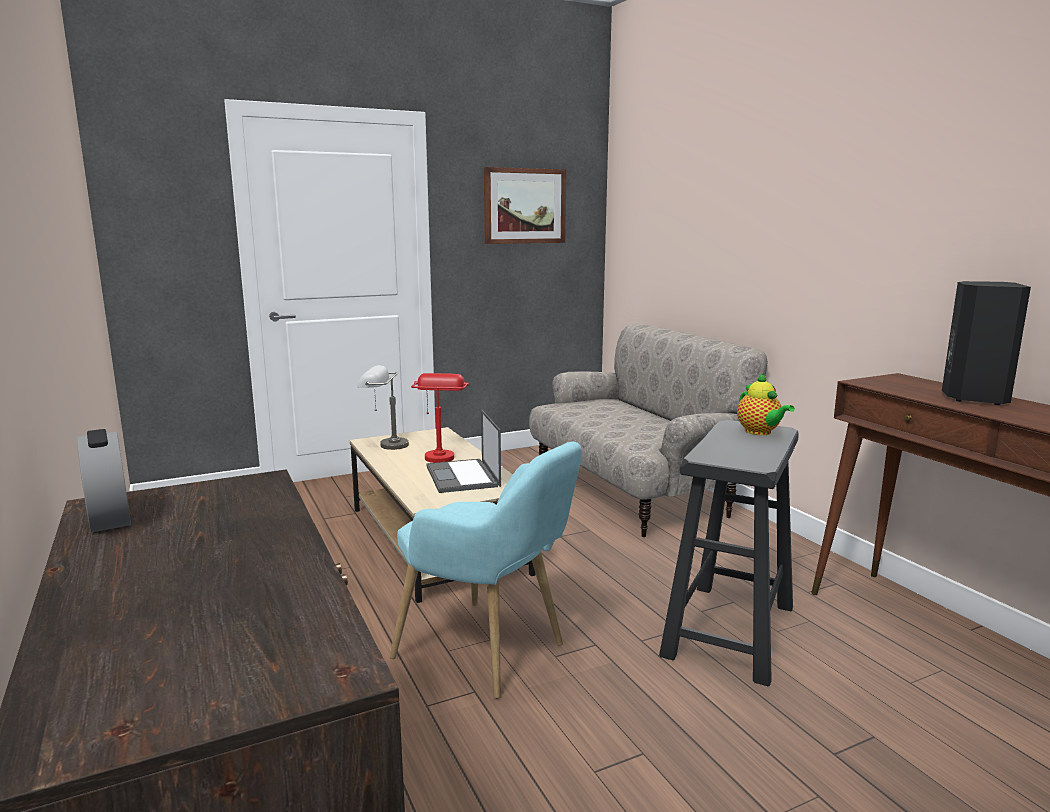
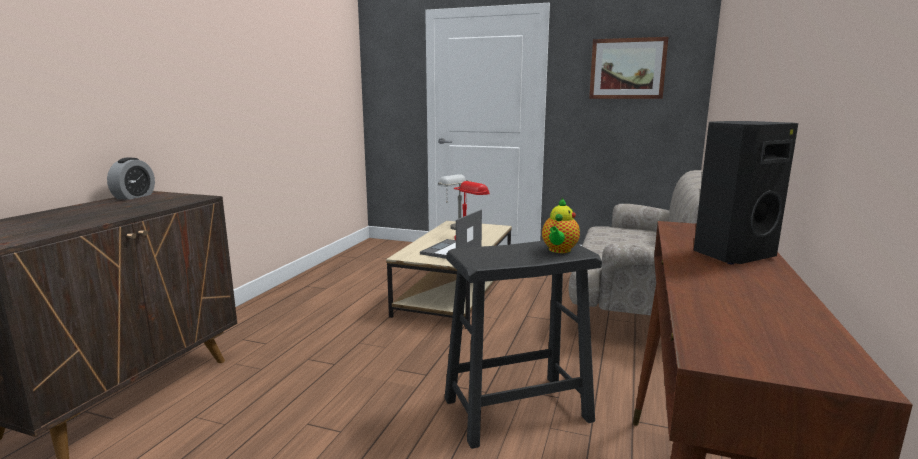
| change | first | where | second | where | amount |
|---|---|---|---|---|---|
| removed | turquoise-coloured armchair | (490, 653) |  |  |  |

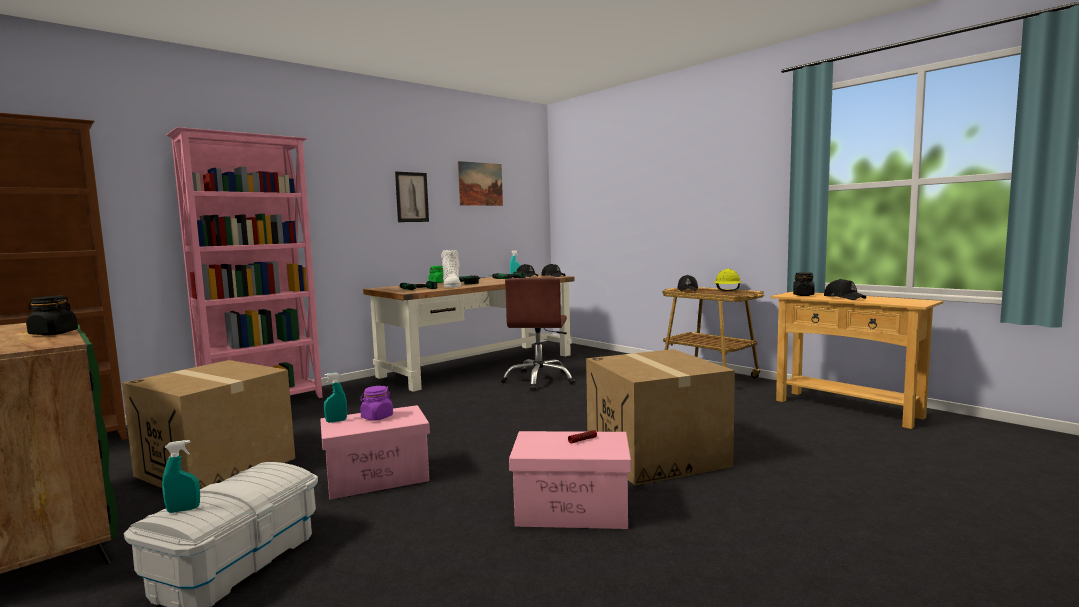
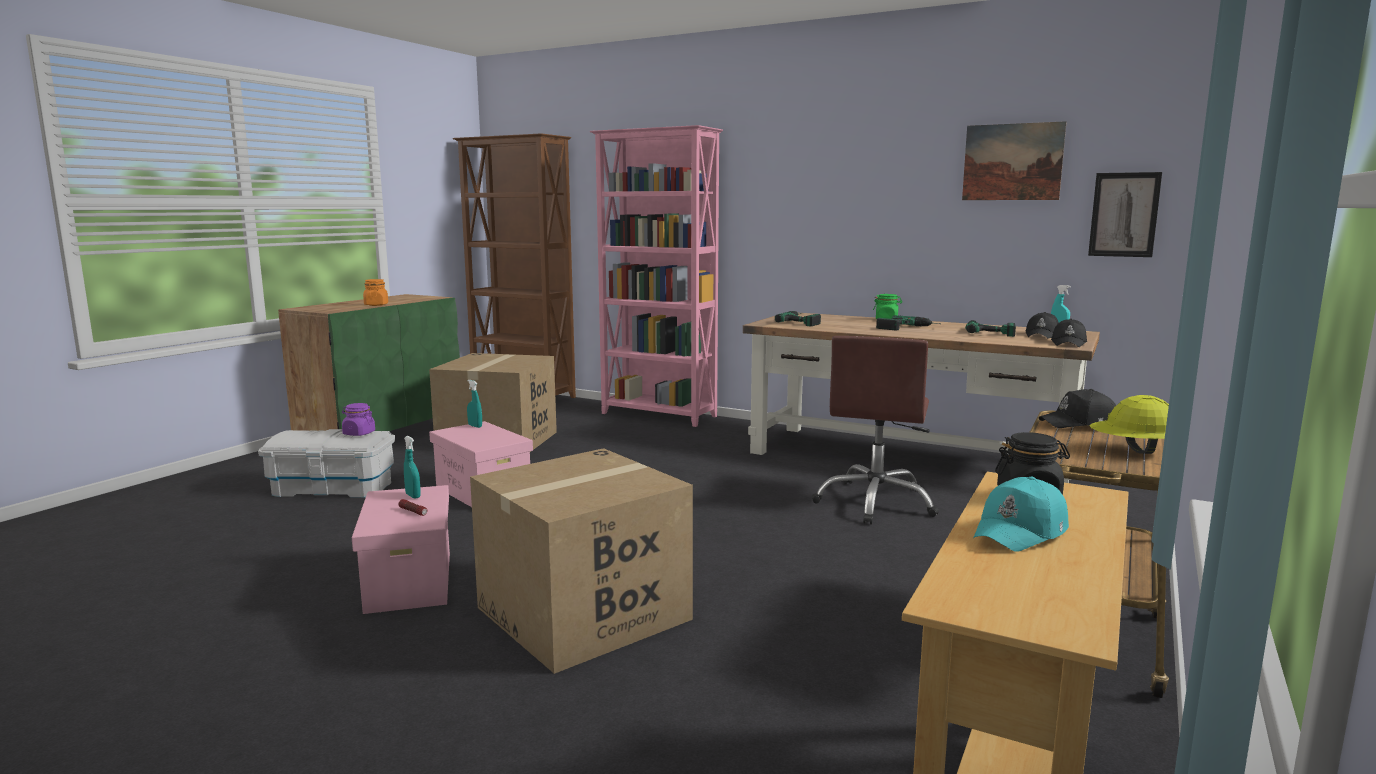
| change | first | where | second | where | amount |
|---|---|---|---|---|---|
| recoloured | blackish storage jar | (53, 333) | orange-coloured storage jar | (376, 305) |  |
| moved | turquoise-coloured spray bottle | (183, 510) |  | (413, 496) |  |
| moved | purplish storage jar | (377, 417) |  | (359, 433) |  |
| moved | wall art | (412, 197) |  | (1124, 214) |  |
| removed | white high-top boot | (451, 286) |  |  |  |
| turned | brown office chair | (539, 380) |  | (876, 502) | 60 degrees counterclockwise |
| recoloured | blackish baseball cap | (844, 297) | turquoise-coloured baseball cap | (1021, 532) |  |

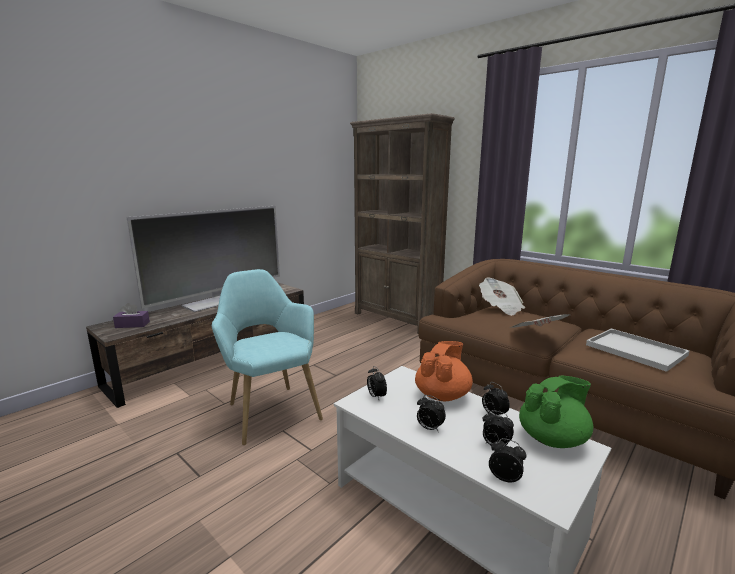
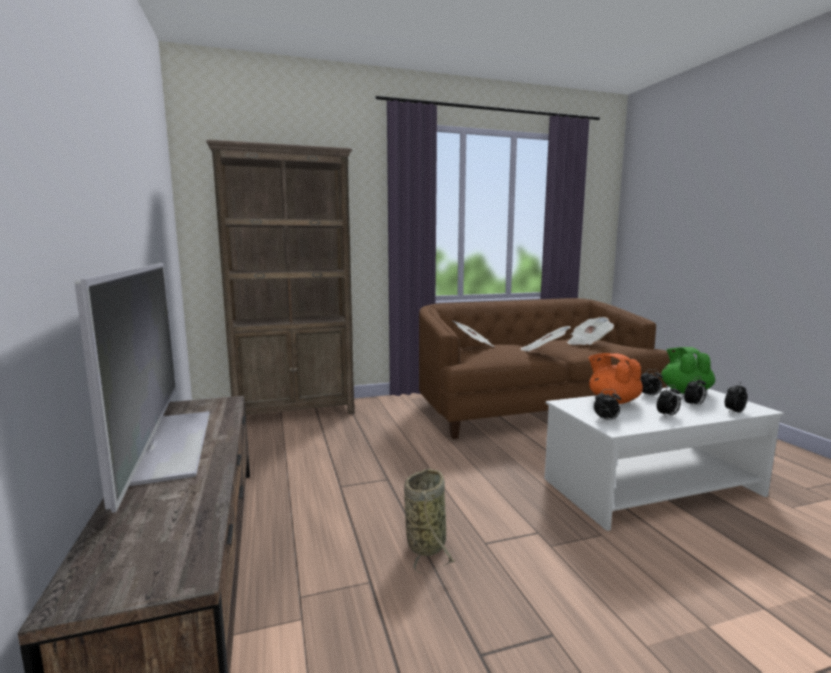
| change | first | where | second | where | amount |
|---|---|---|---|---|---|
| removed | purplish box of tissues | (132, 325) |  |  |  |
| replaced | turquoise-coloured armchair | (270, 409) | storage basket | (426, 543) |  |
| replaced | white tray | (633, 350) | newspaper | (588, 343) |  |

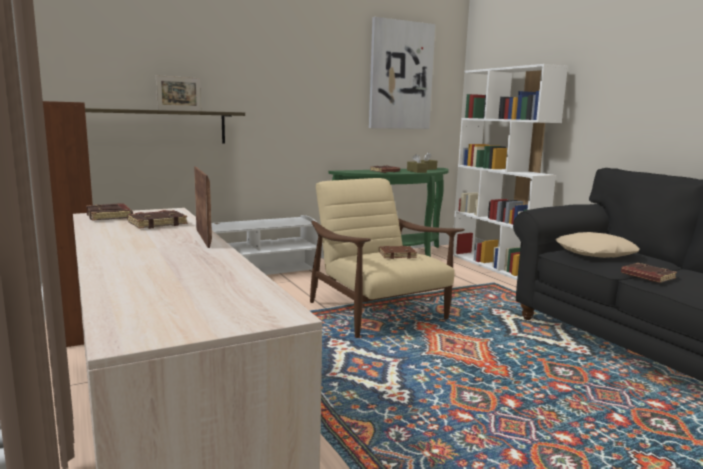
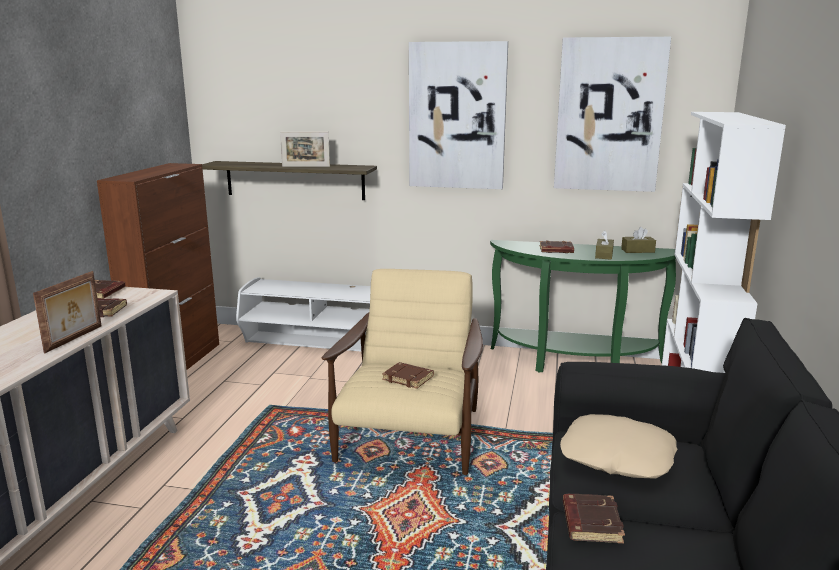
| change | first | where | second | where | amount |
|---|---|---|---|---|---|
| added |  |  | wall art | (457, 116) |  |

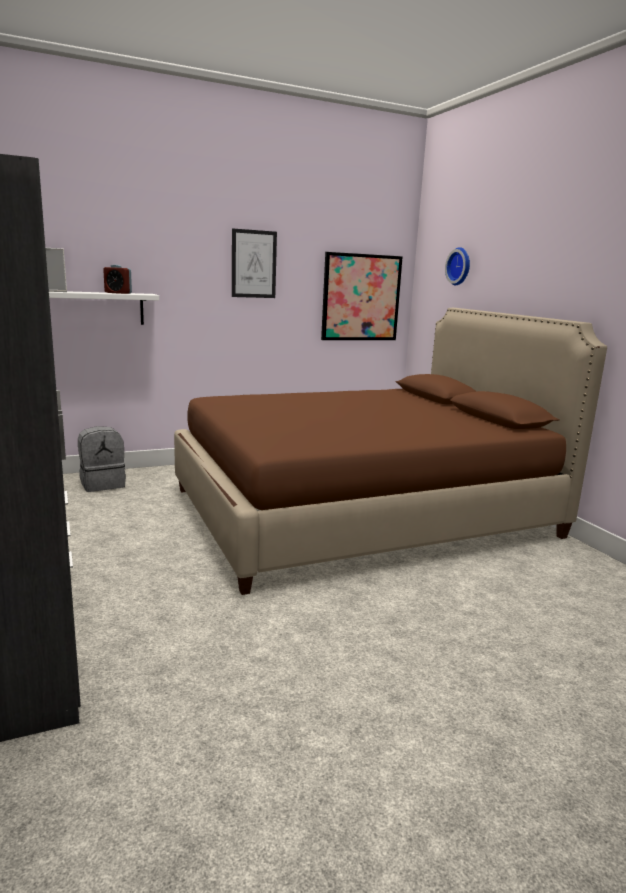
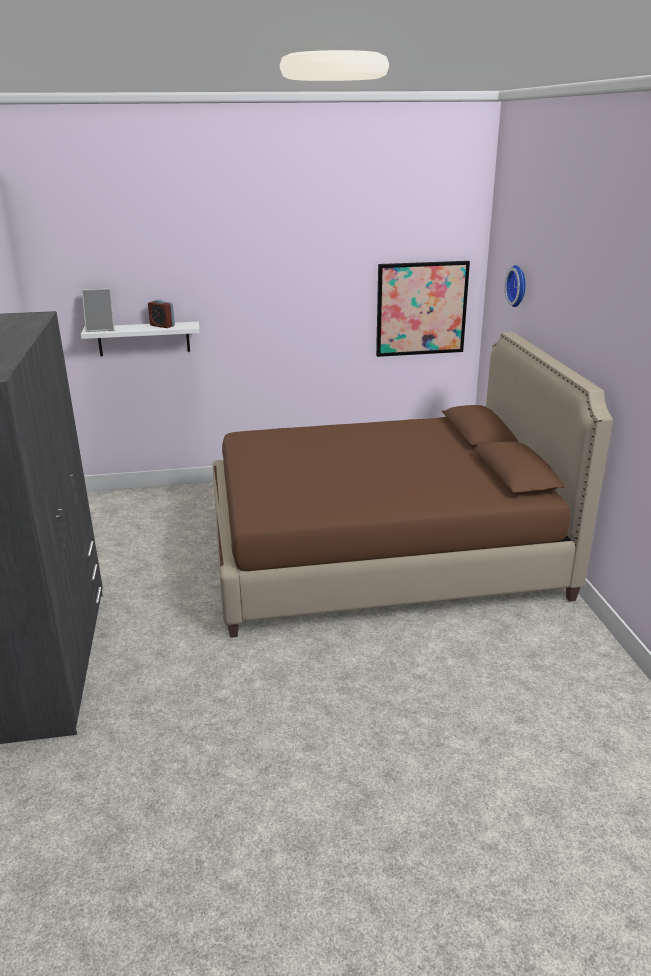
| change | first | where | second | where | amount |
|---|---|---|---|---|---|
| removed | gray knapsack | (103, 484) |  |  |  |
| removed | wall art | (254, 264) |  |  |  |

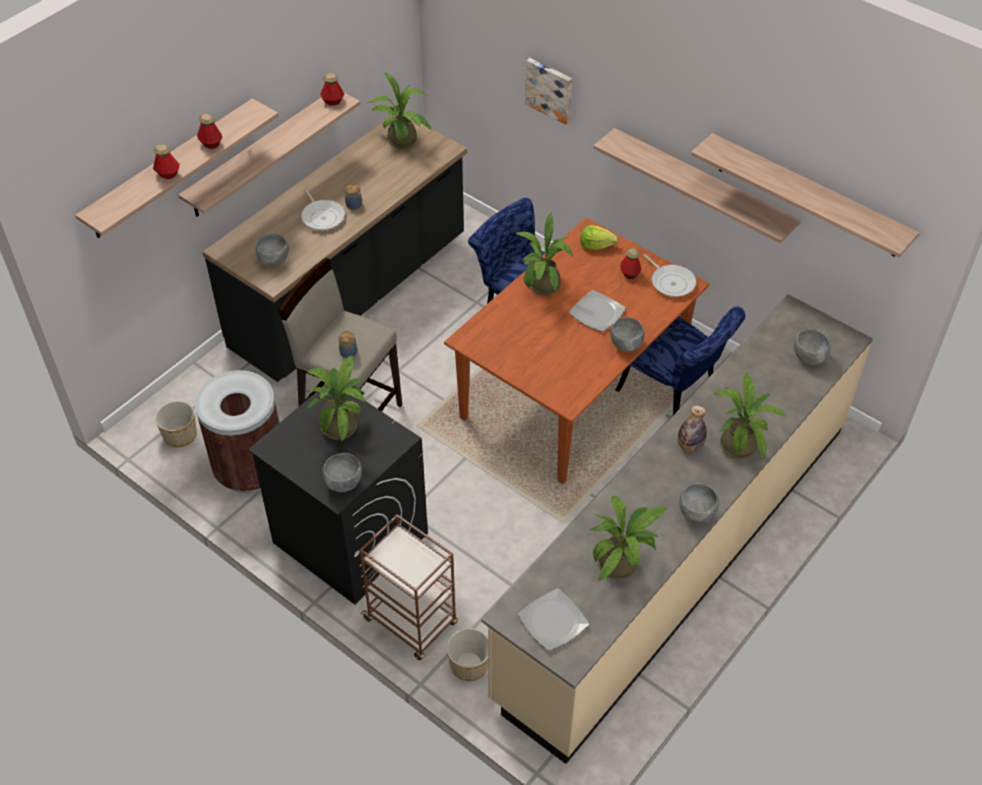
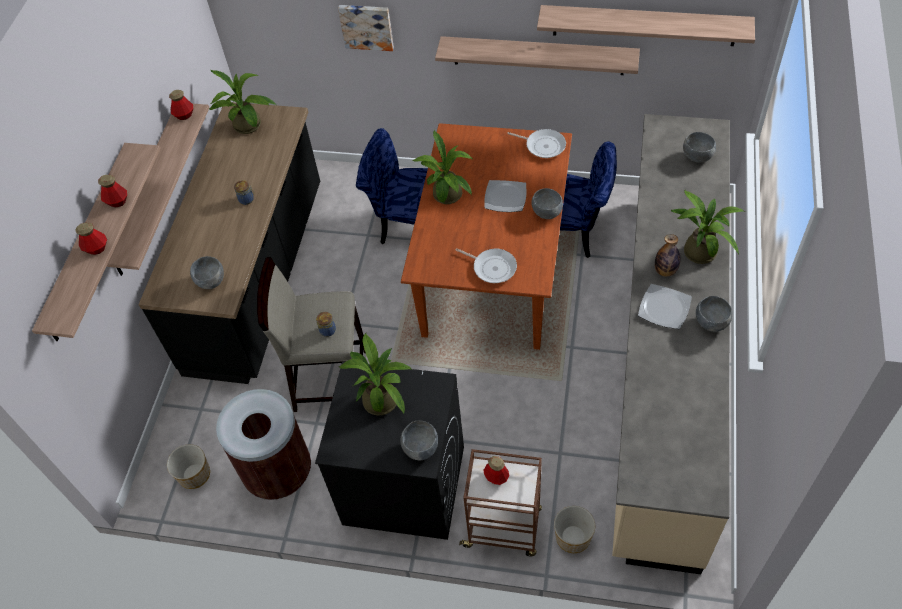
| change | first | where | second | where | amount |
|---|---|---|---|---|---|
| moved | pan | (322, 216) |  | (492, 267) |  |
| moved | flat dish | (553, 620) |  | (664, 307) |  |
| removed | lettuce | (596, 245) |  |  |  |
| removed | potted plant | (622, 563) |  |  |  |
| moved | beverage bottle | (629, 274) |  | (496, 477) |  |

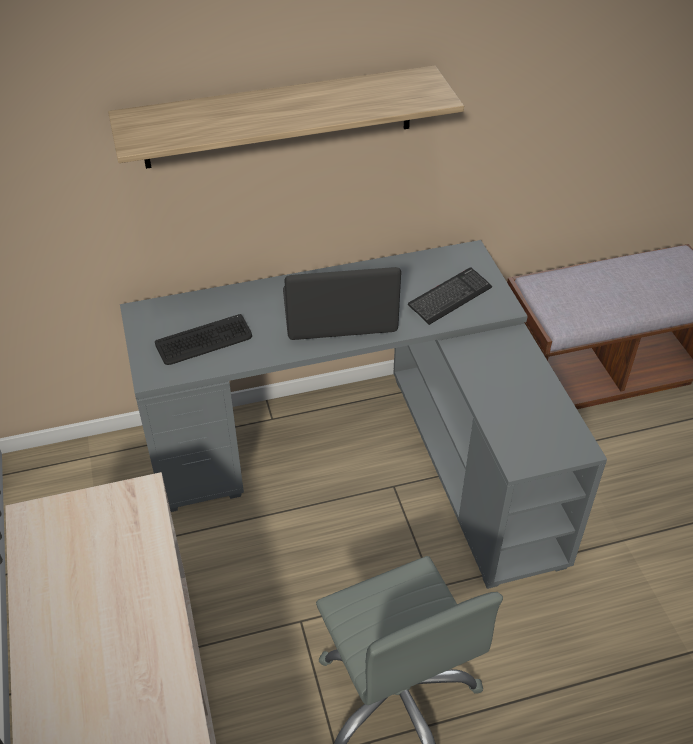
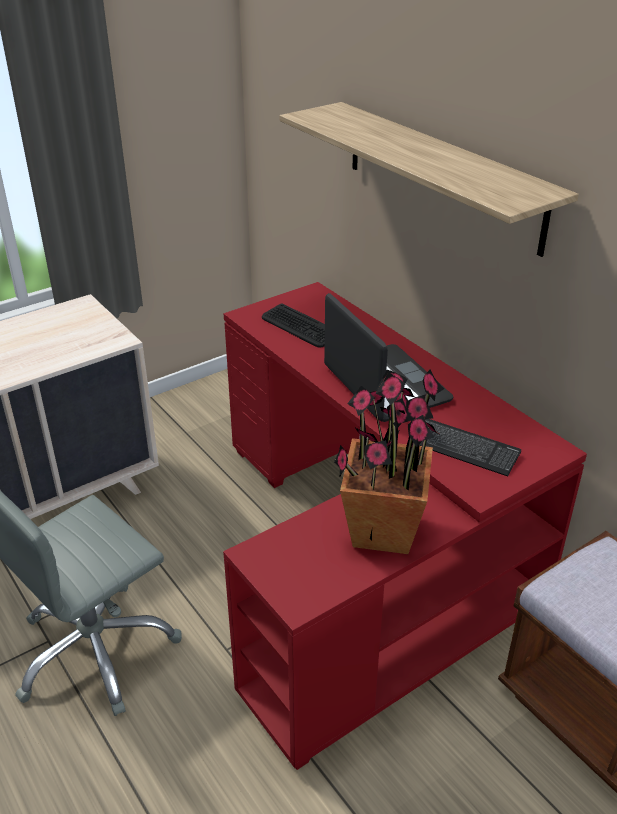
| change | first | where | second | where | amount |
|---|---|---|---|---|---|
| recoloured | gray desk table | (369, 454) | red desk table | (368, 558) |  |
| added |  |  | potted plant | (383, 530) |  |

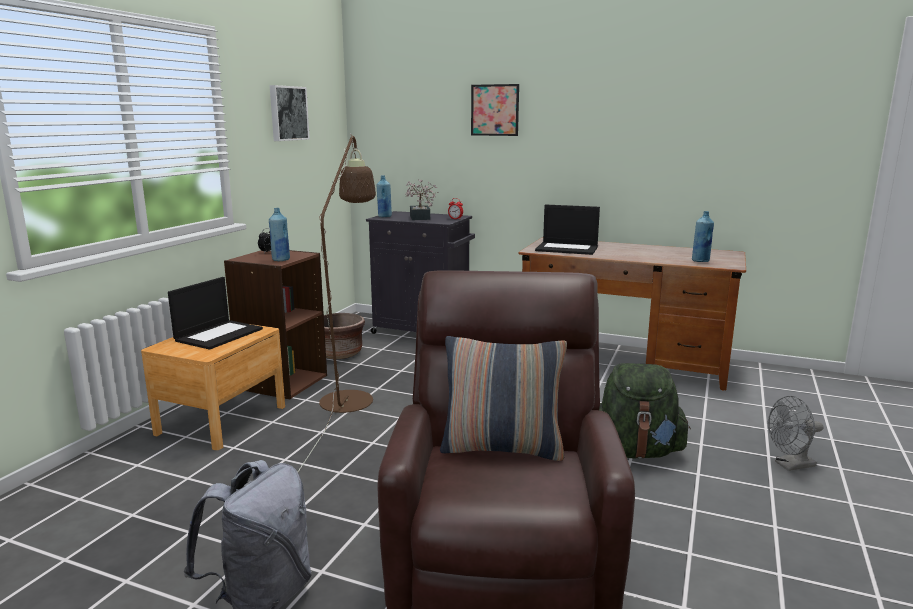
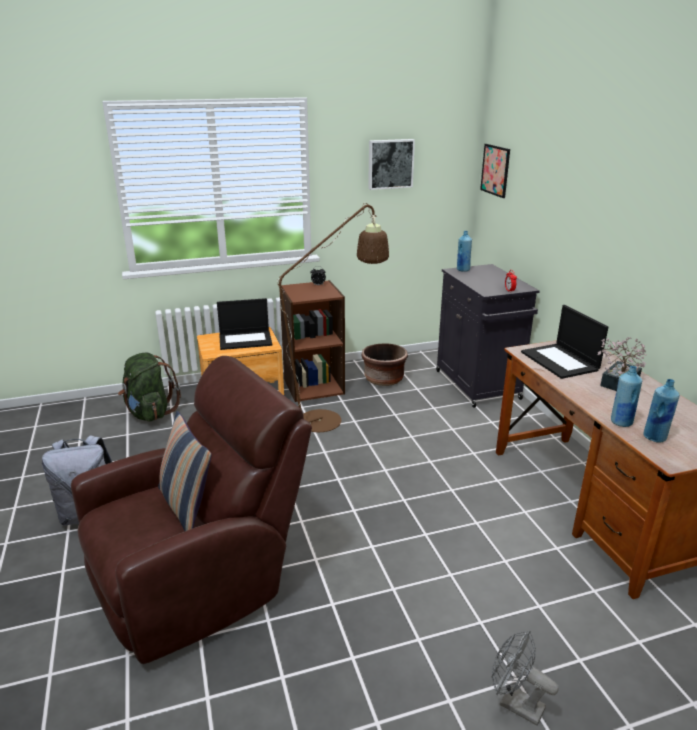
| change | first | where | second | where | amount |
|---|---|---|---|---|---|
| moved | blue-coloured beverage bottle | (281, 259) |  | (621, 422) |  |
| moved | potted plant | (419, 218) |  | (617, 384) |  |
| moved | wall art | (495, 110) |  | (495, 170) |  |
| moved | green knapsack | (635, 451) |  | (150, 413) |  |

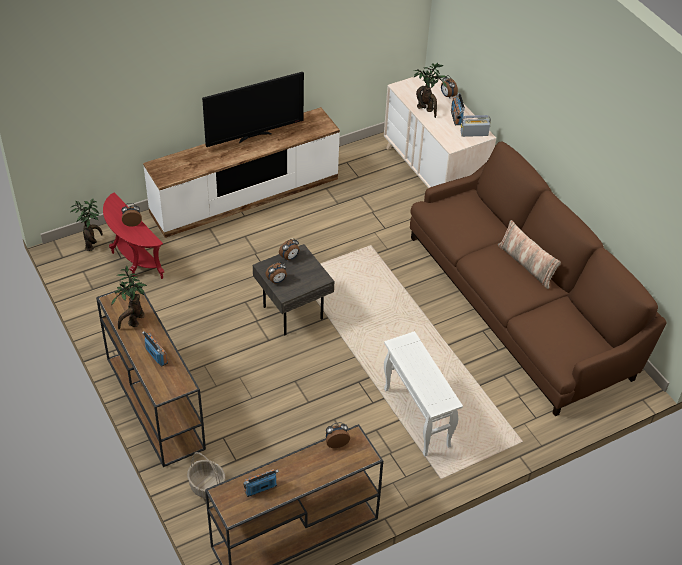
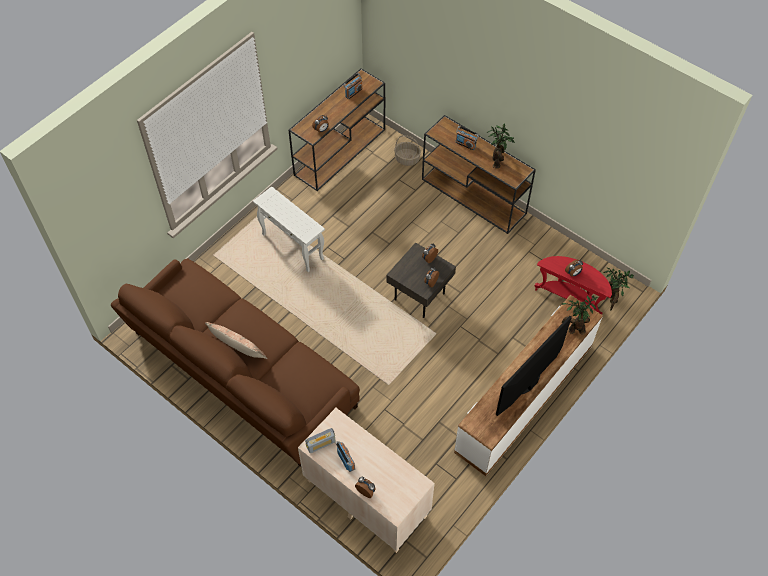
| change | first | where | second | where | amount |
|---|---|---|---|---|---|
| moved | potted plant | (426, 110) |  | (574, 329) |  |

